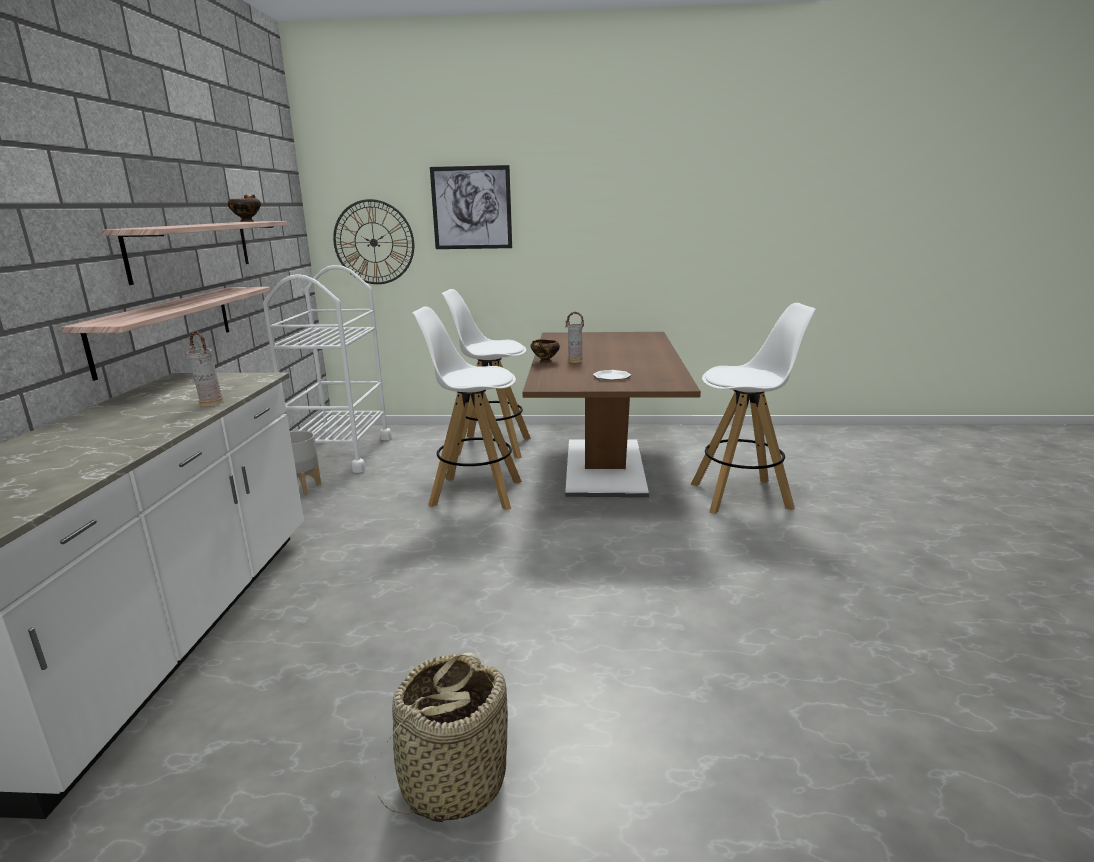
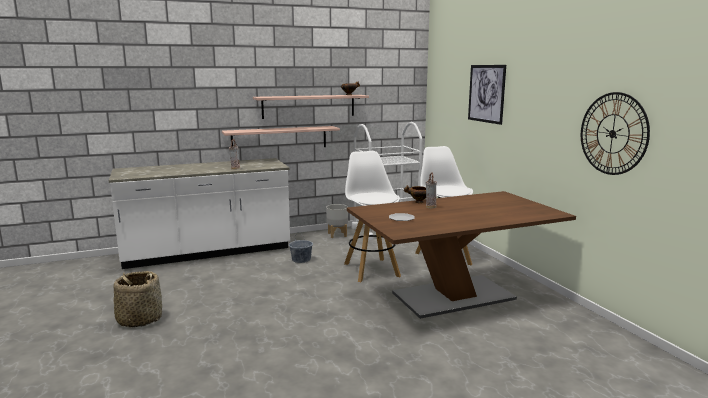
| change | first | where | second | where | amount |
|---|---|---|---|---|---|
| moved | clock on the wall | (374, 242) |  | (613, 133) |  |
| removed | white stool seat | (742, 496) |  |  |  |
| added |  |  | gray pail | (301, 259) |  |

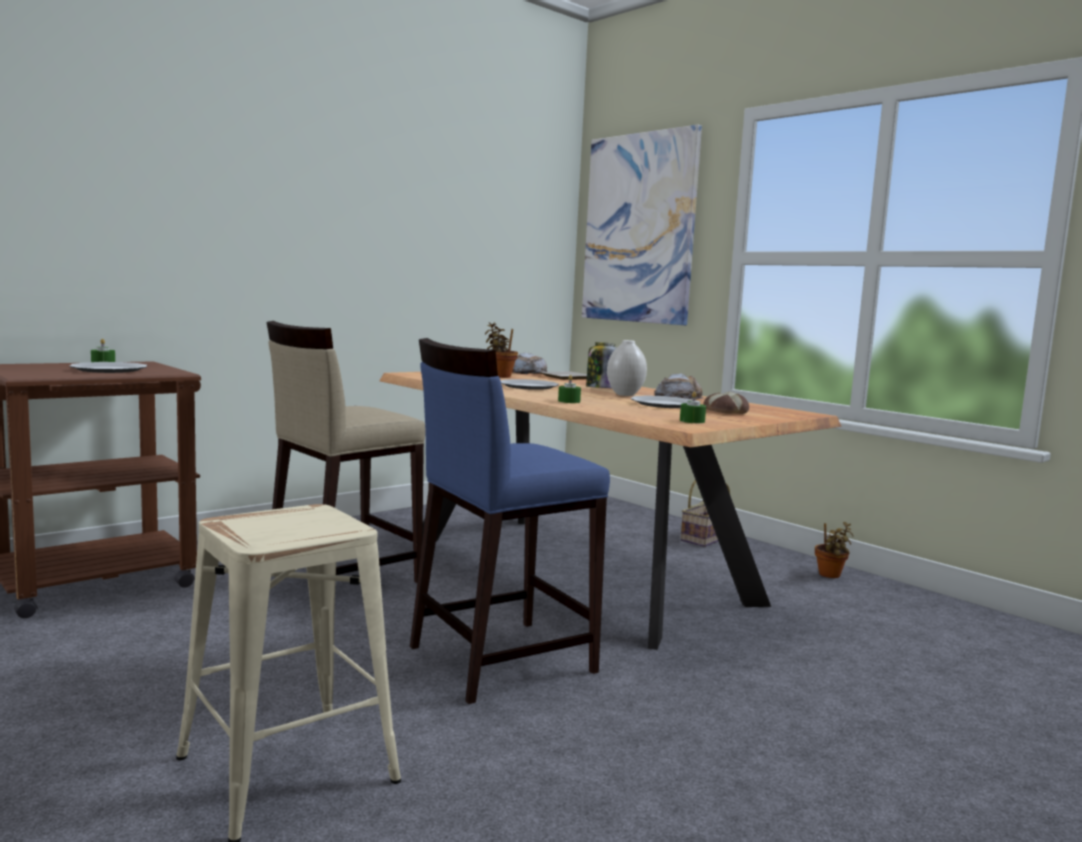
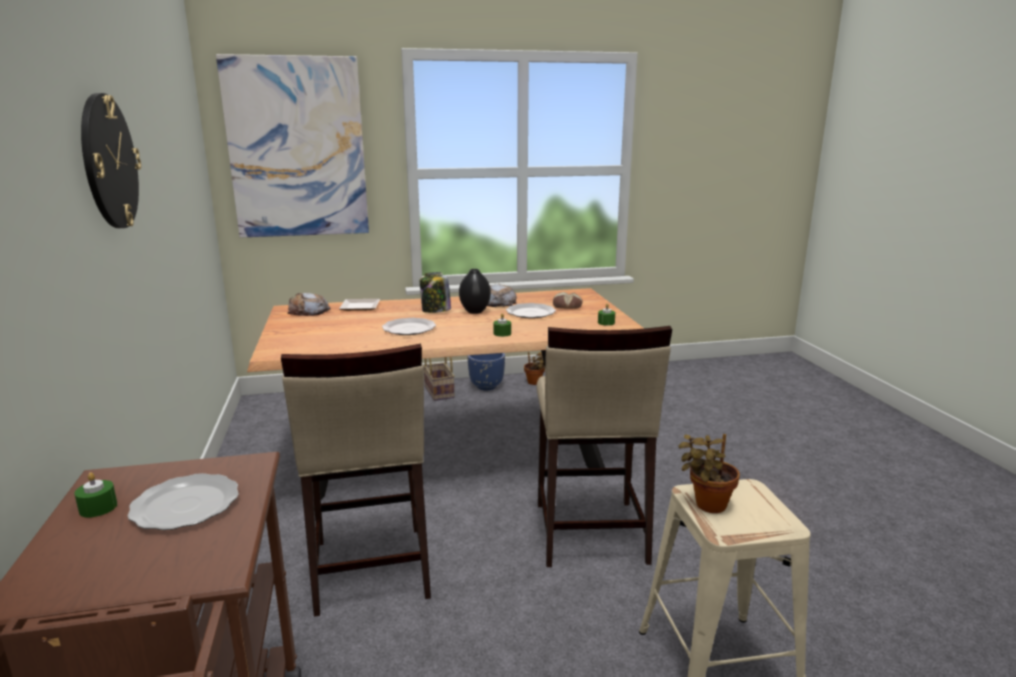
| change | first | where | second | where | amount |
|---|---|---|---|---|---|
| recoloured | blue-coloured stool seat | (499, 659) | beige stool seat | (589, 533) |  |
| moved | potted plant | (500, 376) |  | (707, 505) |  |
| recoloured | white vase | (624, 394) | blackish vase | (475, 312) |  |
| added |  |  | clock on the wall | (109, 162) |  |
| added |  |  | blue-coloured flower pot | (486, 386) |  |

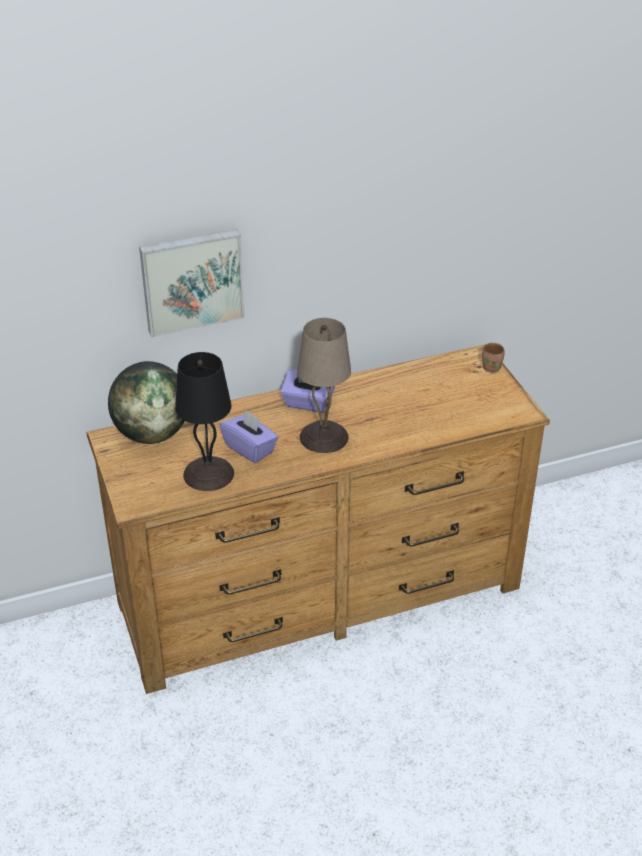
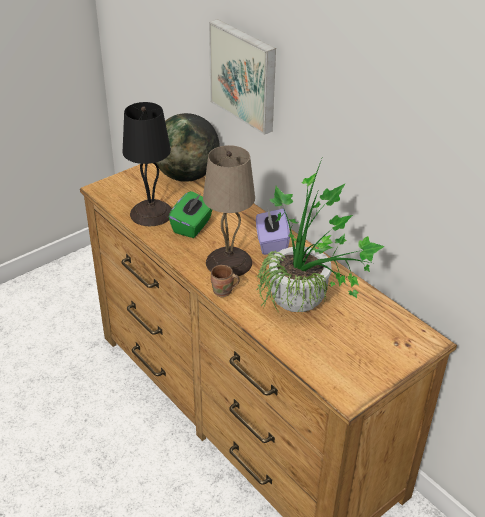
| change | first | where | second | where | amount |
|---|---|---|---|---|---|
| recoloured | purplish box of tissues | (250, 448) | green box of tissues | (192, 226) |  |
| moved | brown mug | (493, 368) |  | (223, 292) |  |
| added |  |  | potted plant | (306, 308) |  |

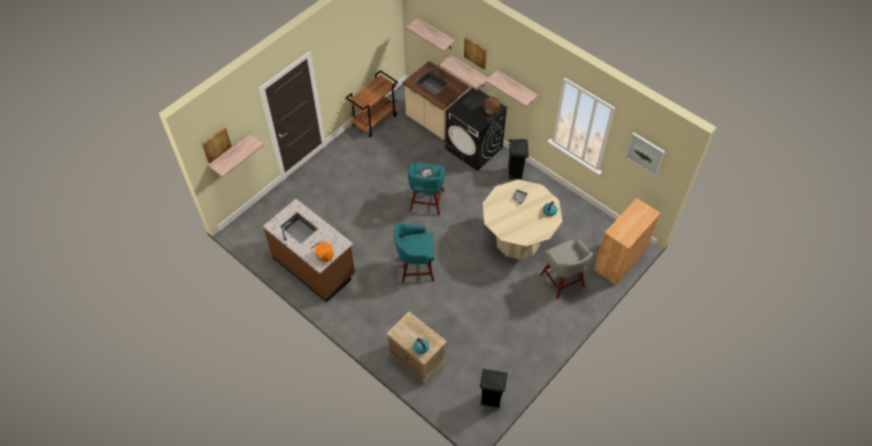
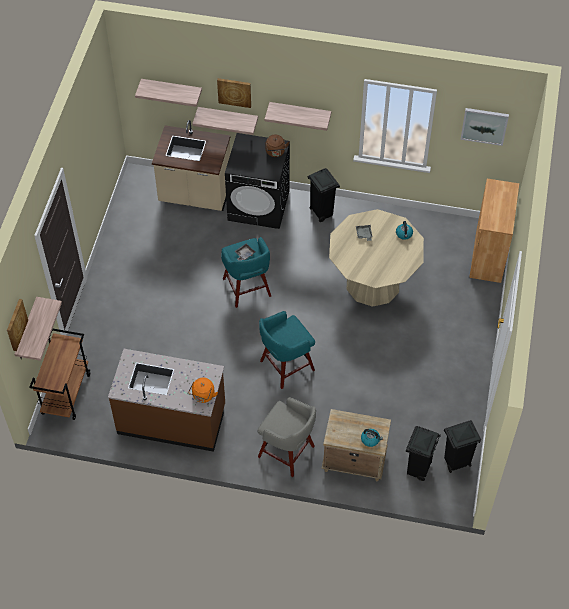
| change | first | where | second | where | amount |
|---|---|---|---|---|---|
| moved | brown cart | (374, 120) |  | (66, 393) |  |
| moved | gray stool seat | (562, 281) |  | (287, 452) |  |
| added |  |  | blackish trash can | (418, 469) |  |

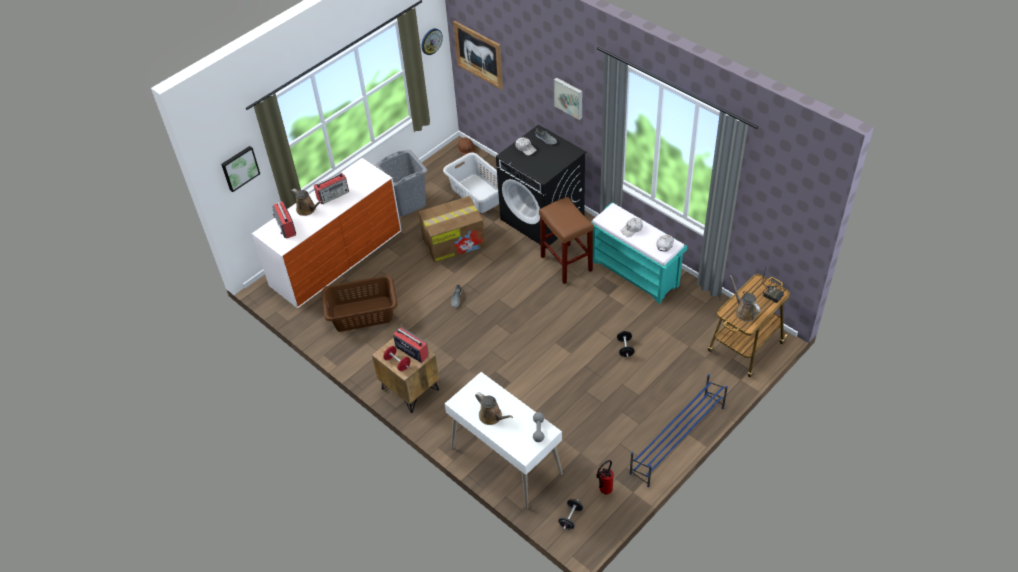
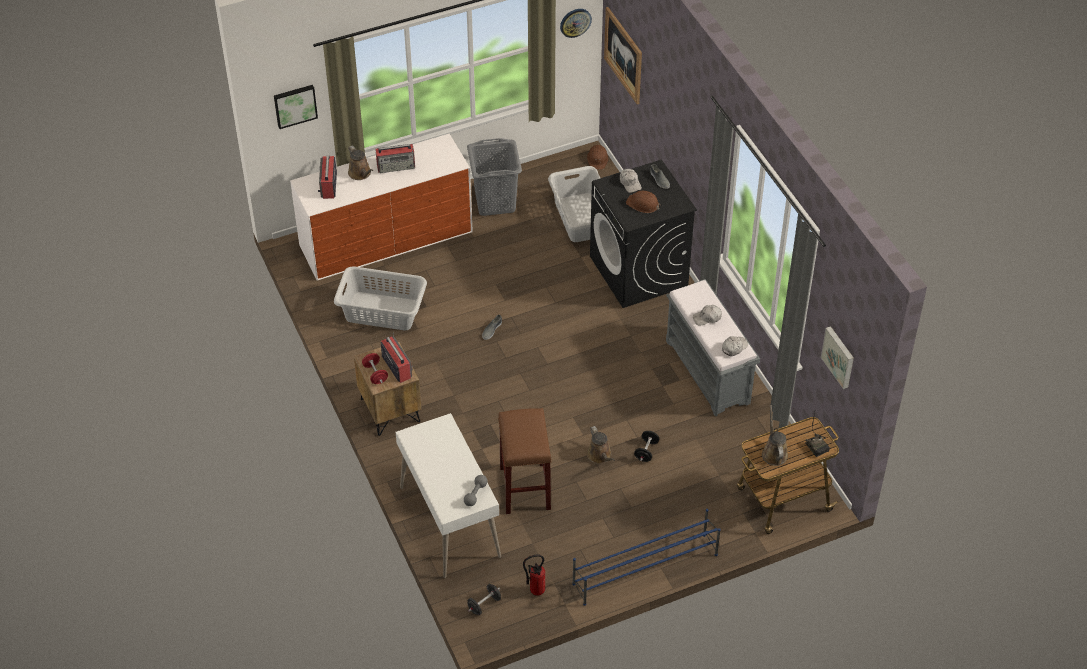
| change | first | where | second | where | amount |
|---|---|---|---|---|---|
| recoloured | brown laundry basket | (362, 314) | gray laundry basket | (382, 311) |  |
| removed | carton | (454, 242) |  |  |  |
| moved | brown sprinkling can | (492, 416) |  | (600, 456) |  |
| moved | brown stool seat | (567, 264) |  | (525, 489) |  |
| moved | wall art | (569, 97) |  | (839, 356) |  |
| recoloured | turquoise-coloured long seat | (635, 273) | gray long seat | (708, 372) |  |
| added |  |  | brown safety helmet | (643, 204) |  |

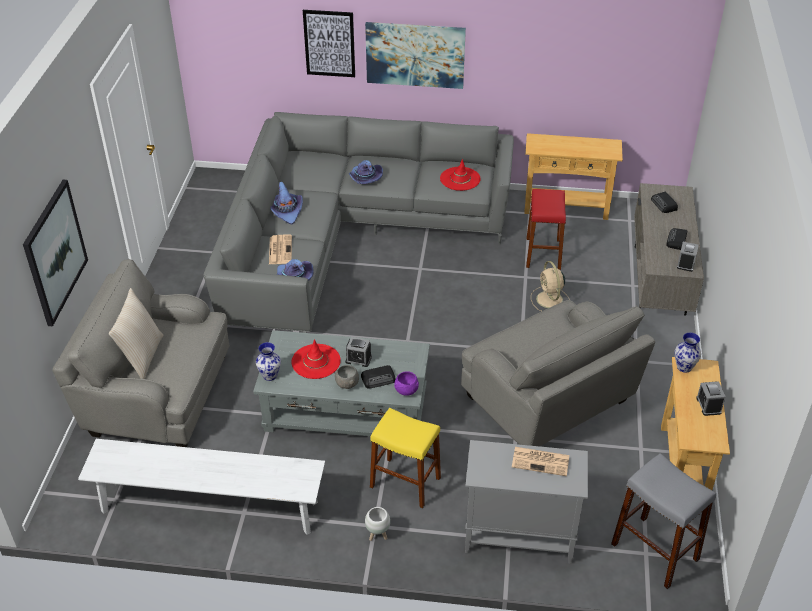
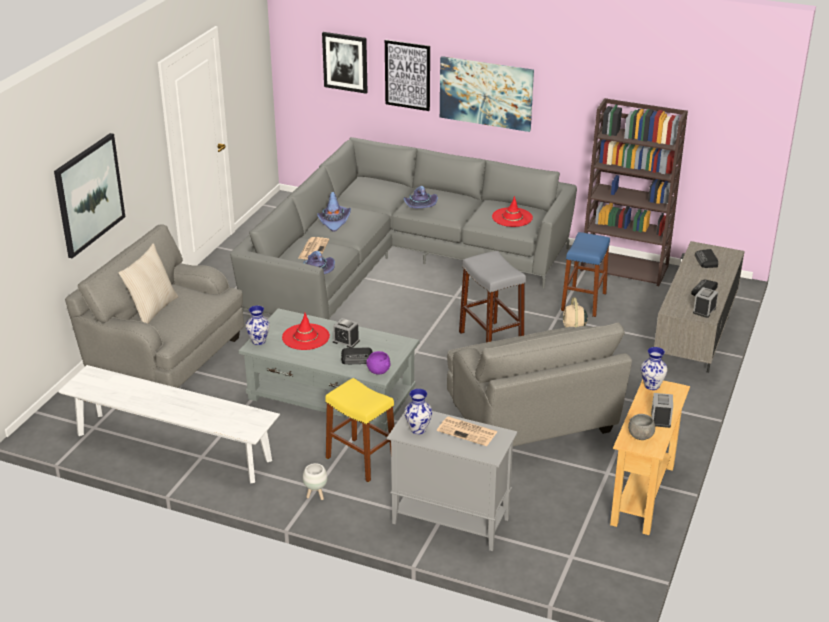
| change | first | where | second | where | amount |
|---|---|---|---|---|---|
| moved | gray bowl | (347, 385) |  | (640, 437) |  |
| replaced | beige narrow table | (566, 208) | brown bookshelf | (625, 268) |  |
| recoloured | red stool seat | (543, 253) | blue-coloured stool seat | (583, 301) |  |
| moved | gray stool seat | (654, 551) |  | (491, 341) |  |
| added |  |  | wall art | (345, 62) |  |
| added |  |  | vase | (418, 429) |  |

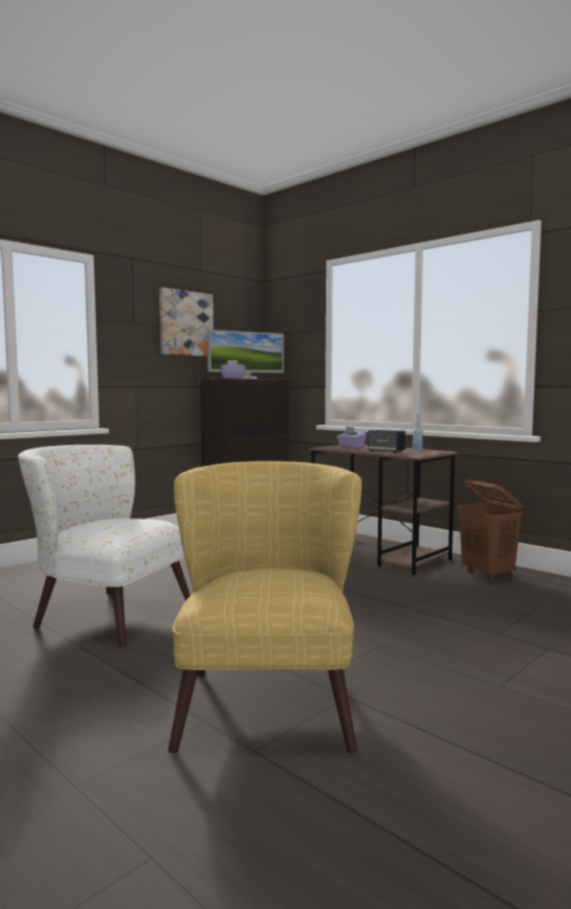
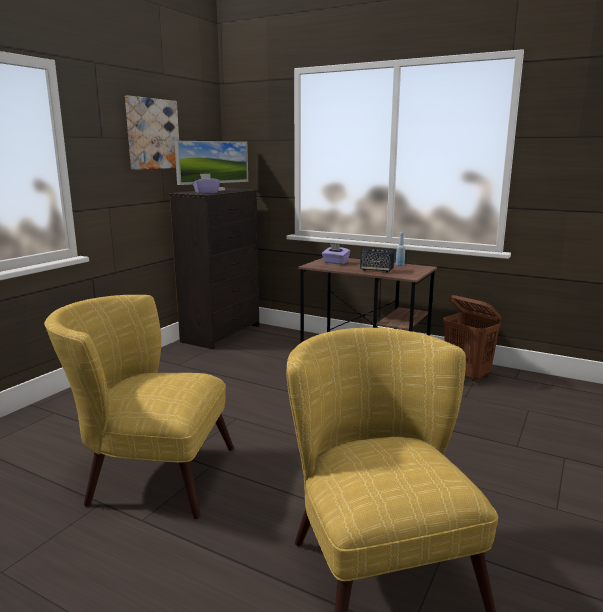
| change | first | where | second | where | amount |
|---|---|---|---|---|---|
| recoloured | white armchair | (103, 614) | yellowish armchair | (148, 474) |  |

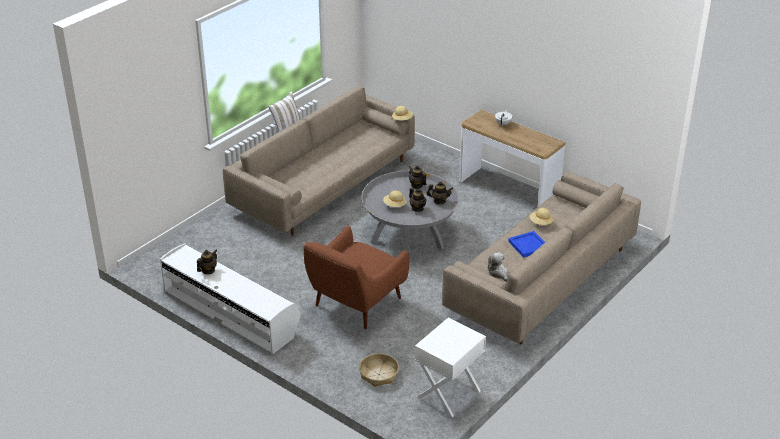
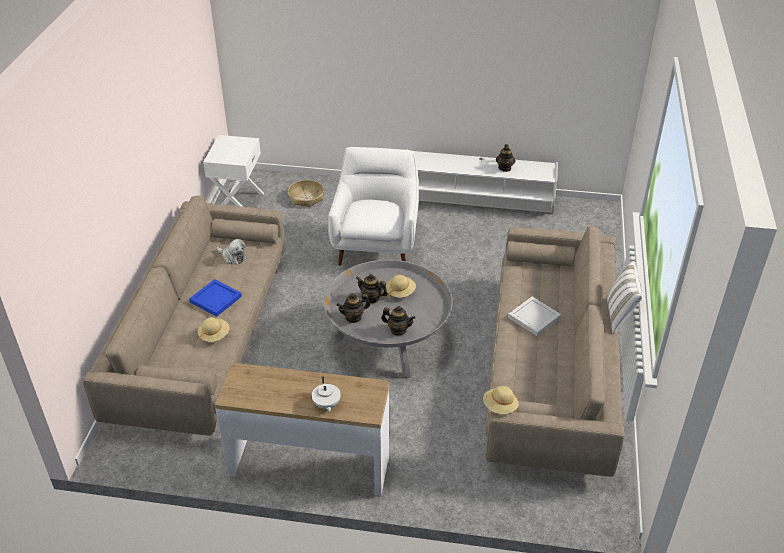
| change | first | where | second | where | amount |
|---|---|---|---|---|---|
| recoloured | brown armchair | (355, 304) | white armchair | (376, 245) |  |
| added |  |  | white tray | (535, 317) |  |

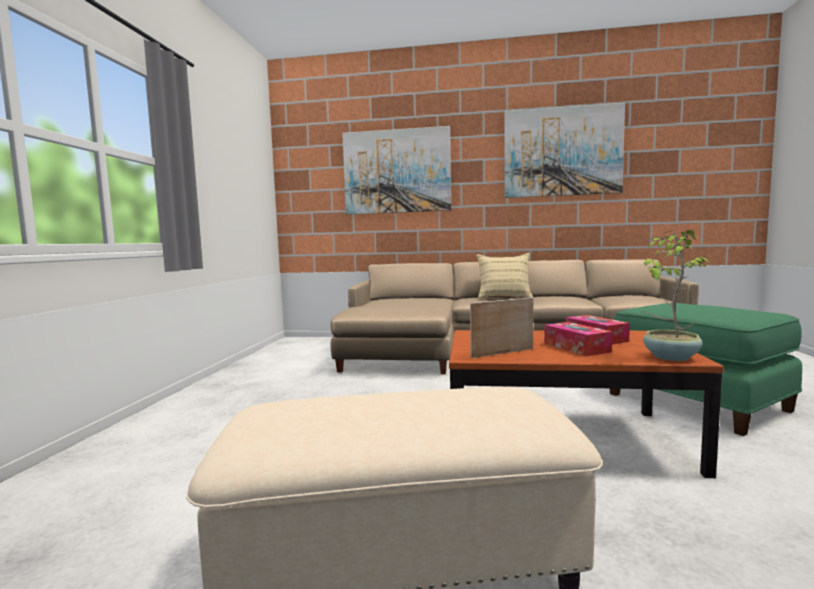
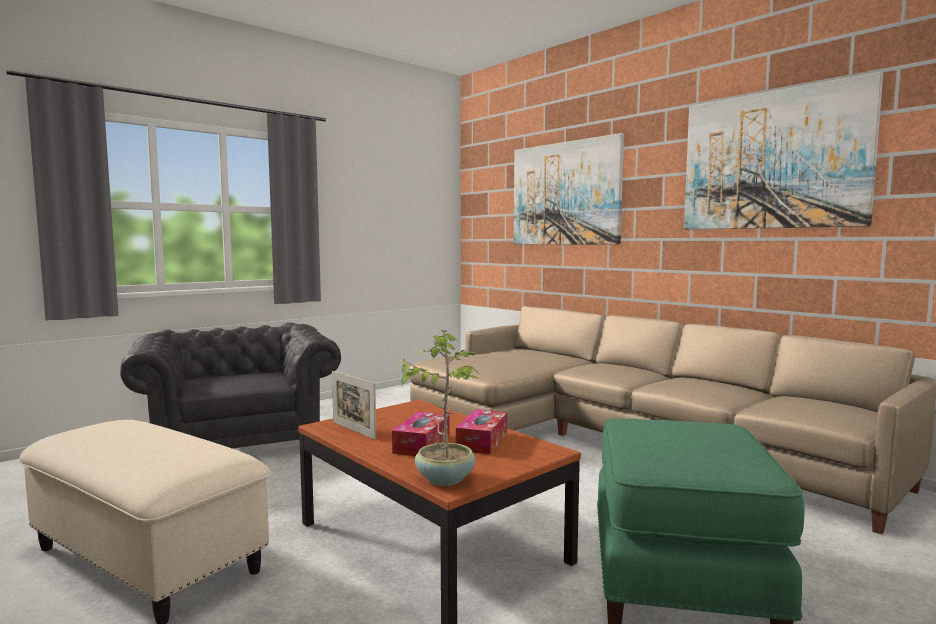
| change | first | where | second | where | amount |
|---|---|---|---|---|---|
| turned | picture frame | (502, 353) |  | (353, 430) | 150 degrees counterclockwise |
| removed | beige throw pillow | (504, 297) |  |  |  |
| added |  |  | gray armchair | (238, 441) |  |

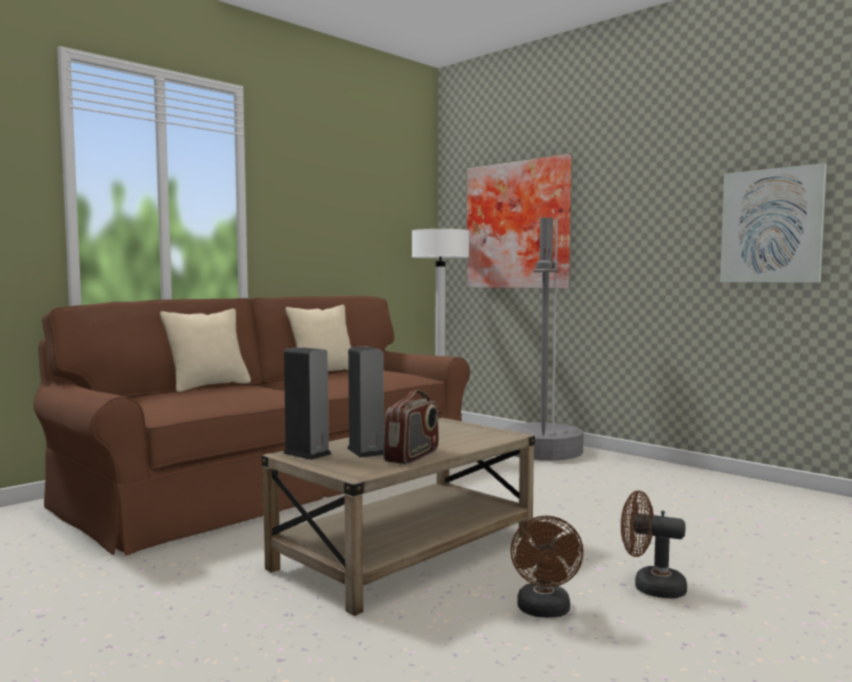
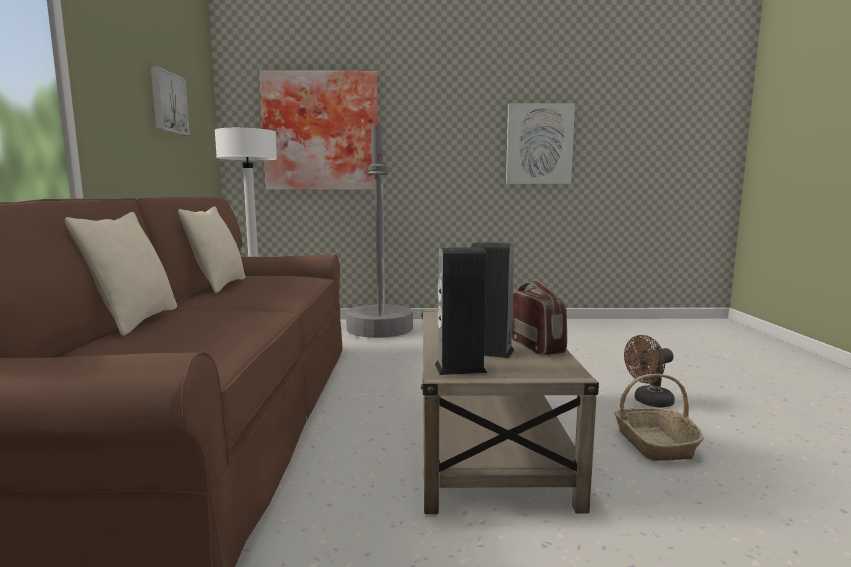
| change | first | where | second | where | amount |
|---|---|---|---|---|---|
| replaced | brown fan | (544, 611) | storage basket | (653, 443) |  |
| added |  |  | wall art | (167, 103) |  |

